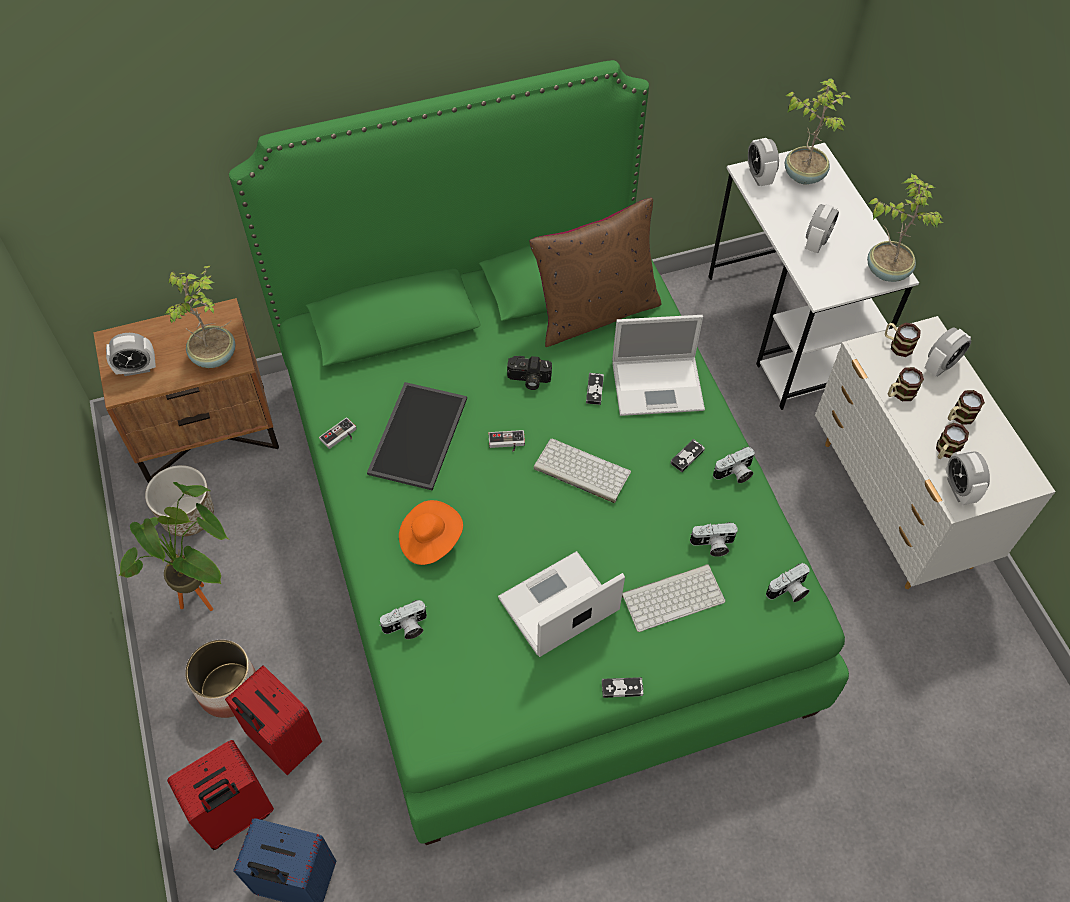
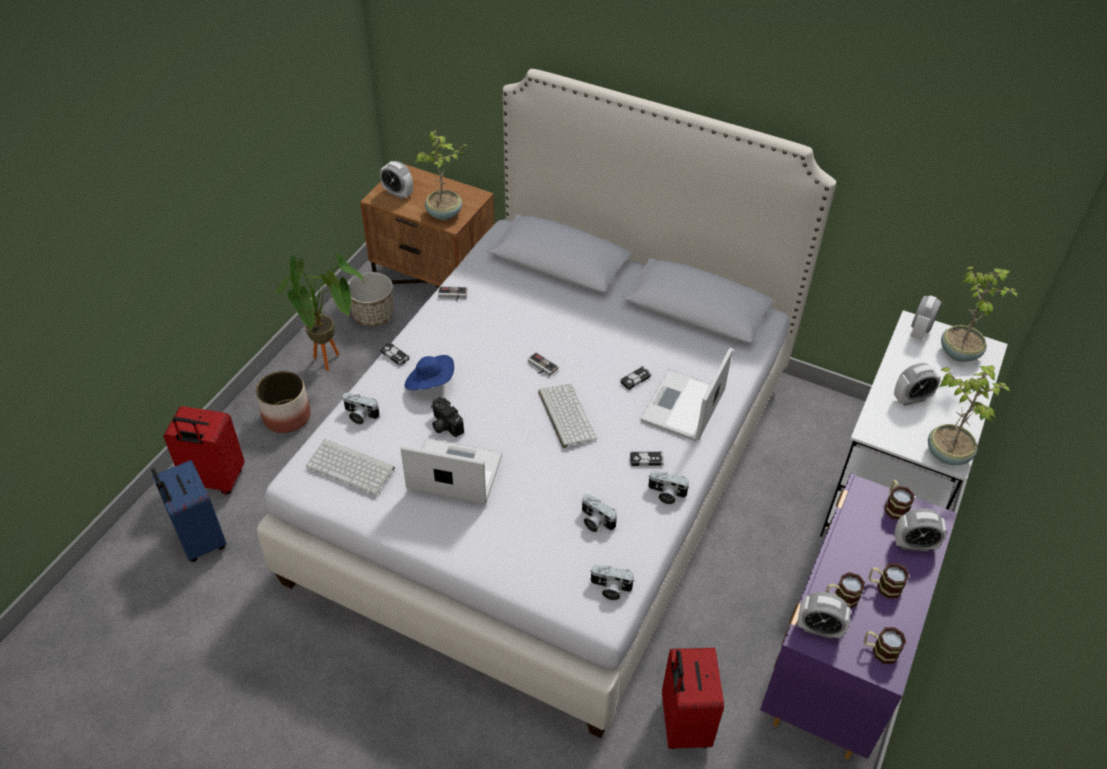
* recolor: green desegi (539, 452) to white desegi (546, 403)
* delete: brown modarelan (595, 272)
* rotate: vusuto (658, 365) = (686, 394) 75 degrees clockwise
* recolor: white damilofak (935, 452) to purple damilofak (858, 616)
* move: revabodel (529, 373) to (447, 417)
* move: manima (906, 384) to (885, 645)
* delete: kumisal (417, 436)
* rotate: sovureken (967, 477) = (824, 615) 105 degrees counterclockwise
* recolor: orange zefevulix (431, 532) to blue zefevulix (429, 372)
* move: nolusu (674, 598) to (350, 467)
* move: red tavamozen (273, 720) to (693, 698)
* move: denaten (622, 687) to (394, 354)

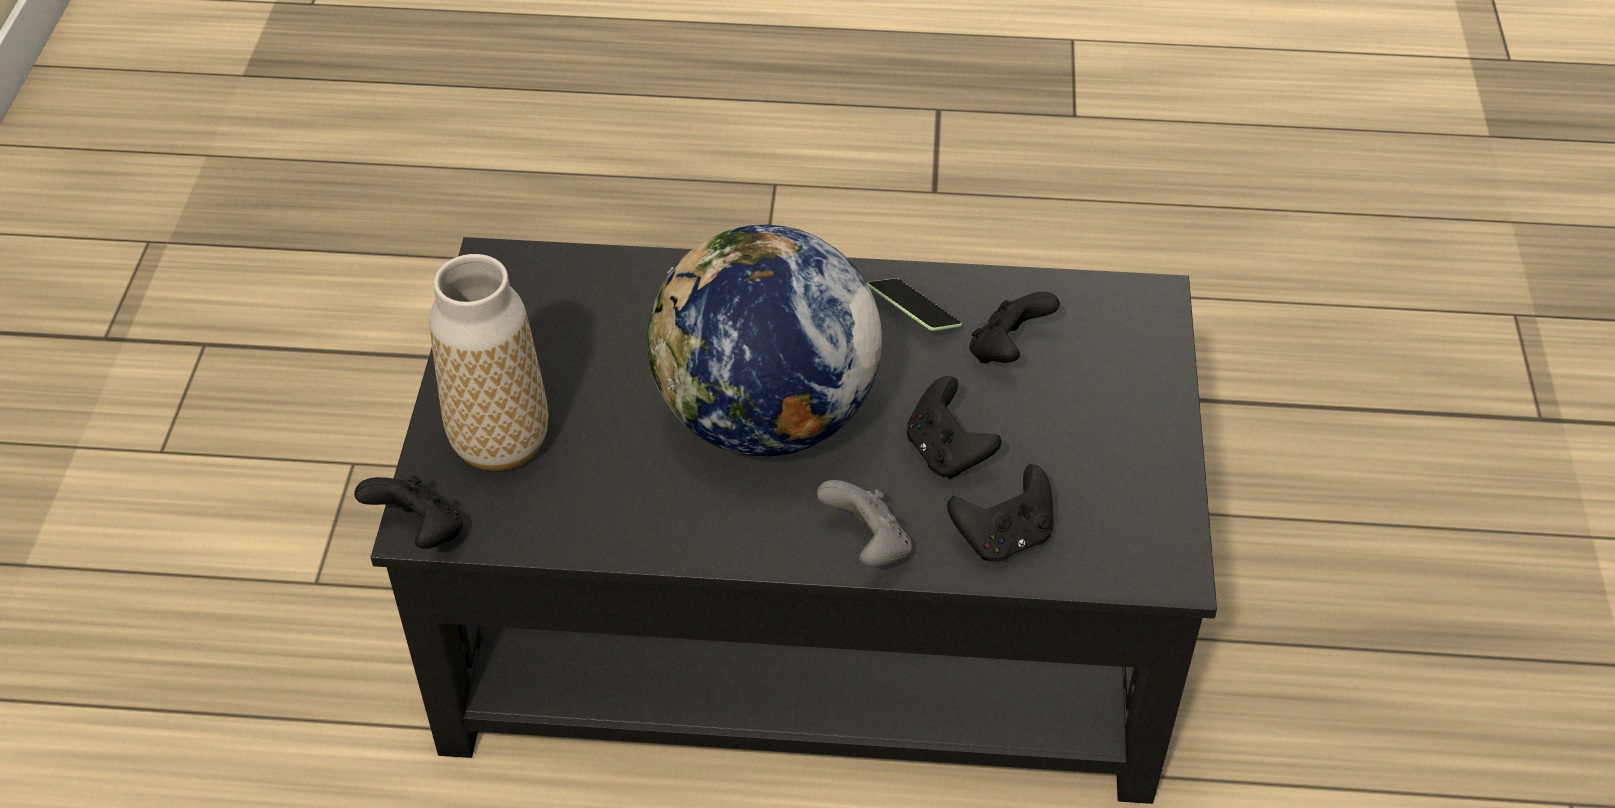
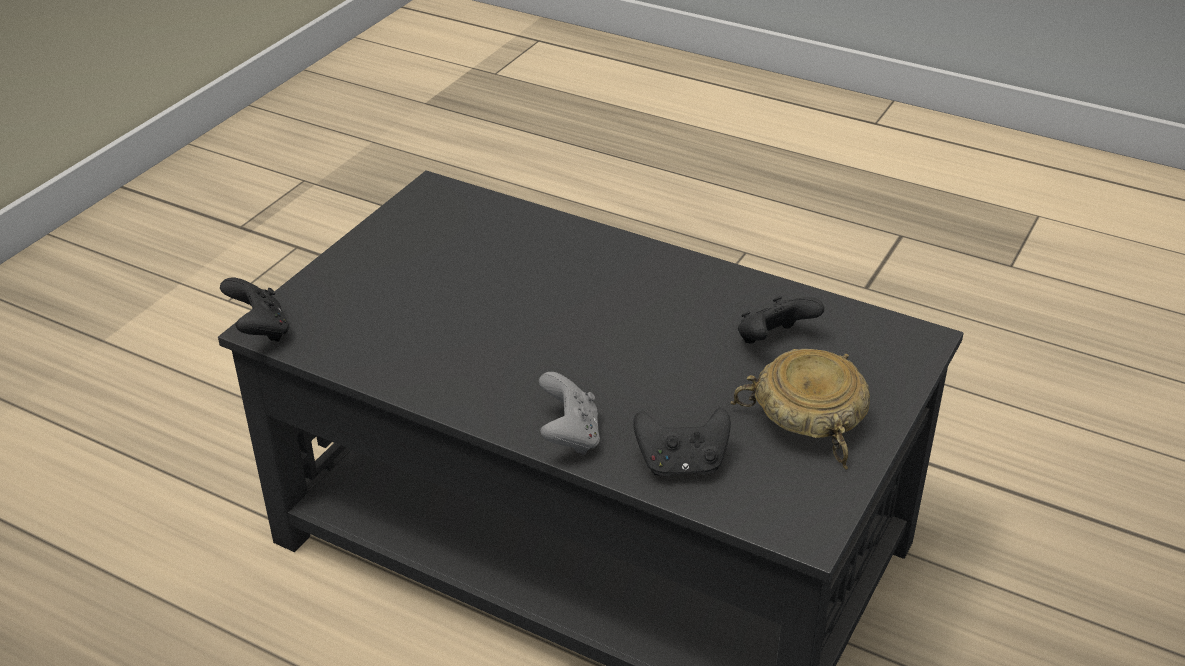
* delete: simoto (764, 340)
* delete: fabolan (488, 362)
* delete: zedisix (914, 304)
* delete: black denaten (954, 427)
* insert: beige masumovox (800, 409)

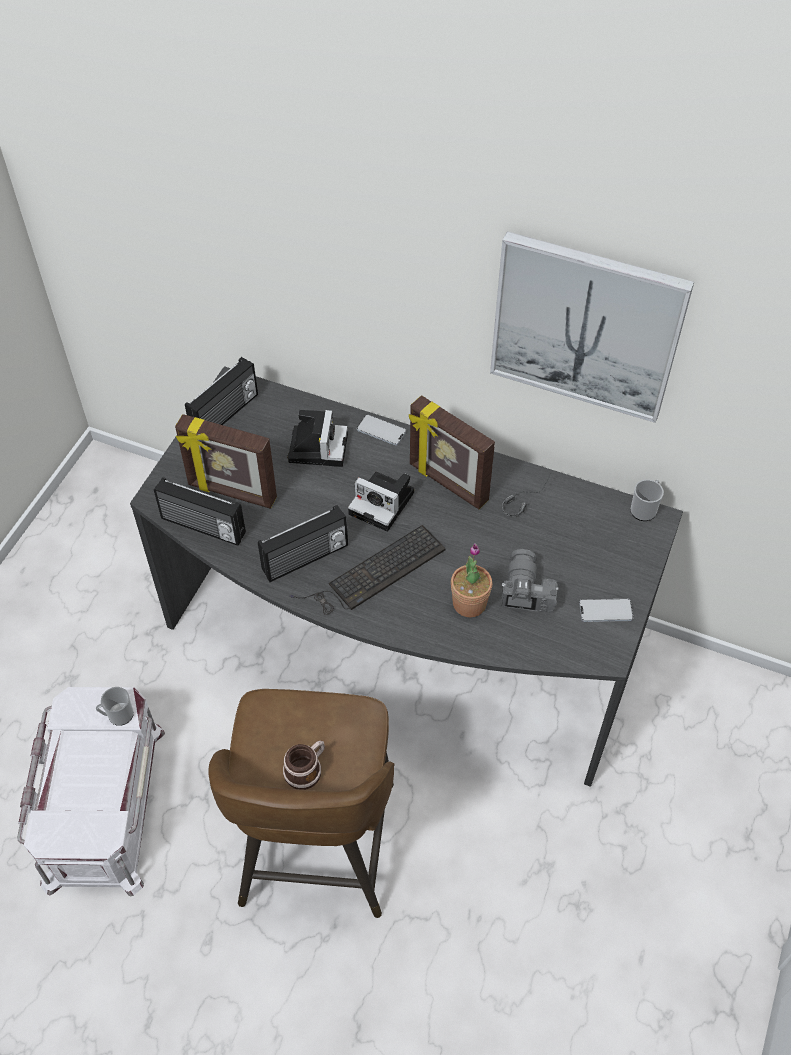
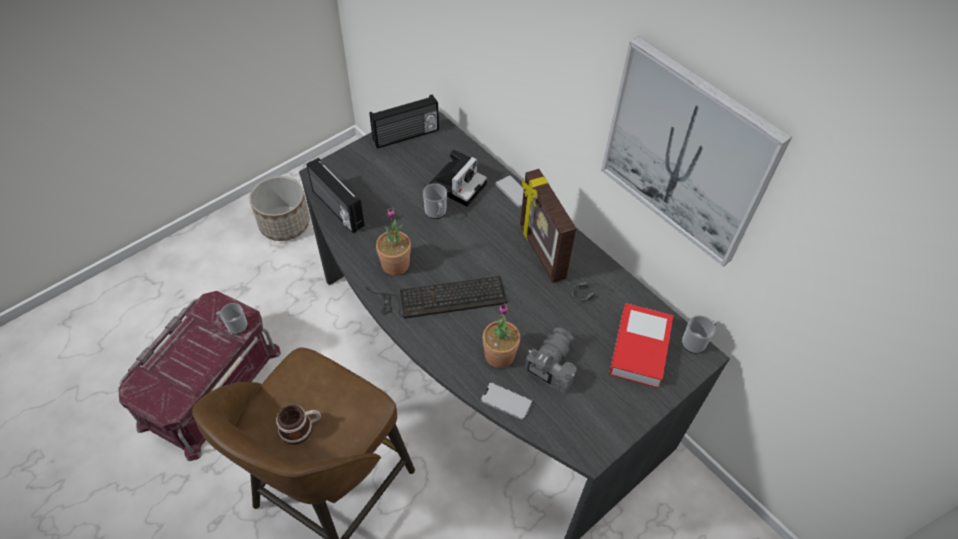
* delete: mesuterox (226, 461)
* delete: revabodel (381, 502)
* replace: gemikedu (303, 543) to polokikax (393, 241)
* move: zedisix (606, 610) to (507, 401)
* recolor: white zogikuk (91, 791) to red zogikuk (200, 376)
* insert: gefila (280, 208)
* insert: manima (435, 201)
* insert: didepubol (641, 346)

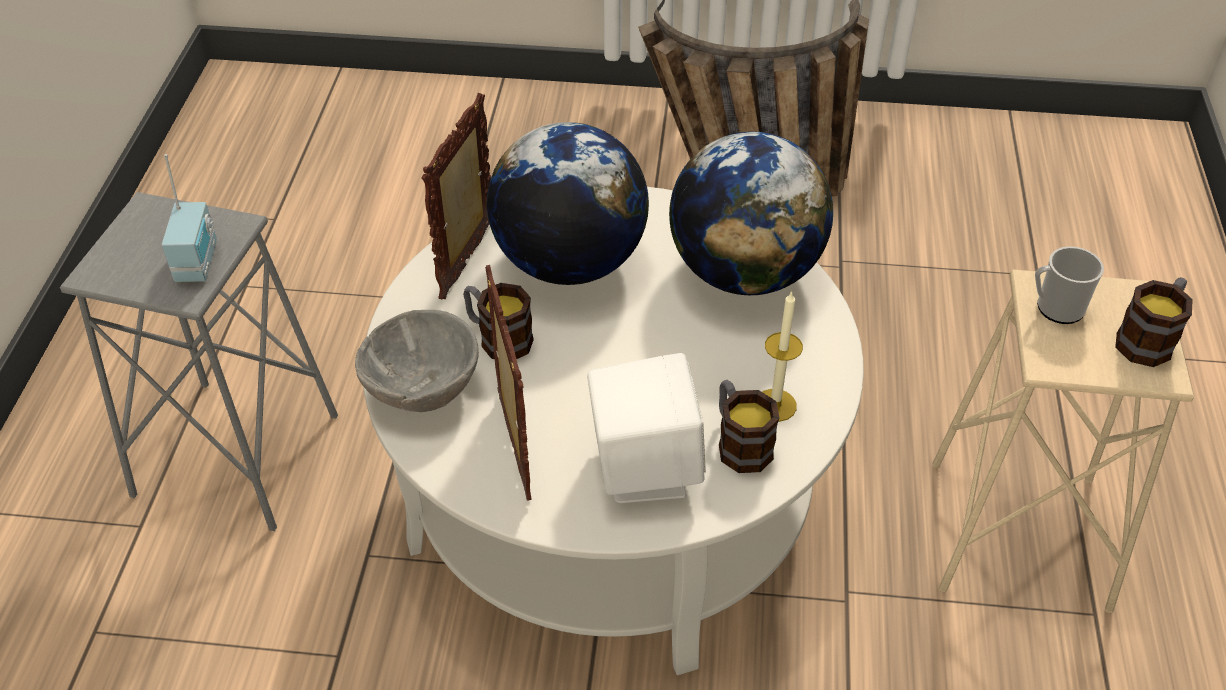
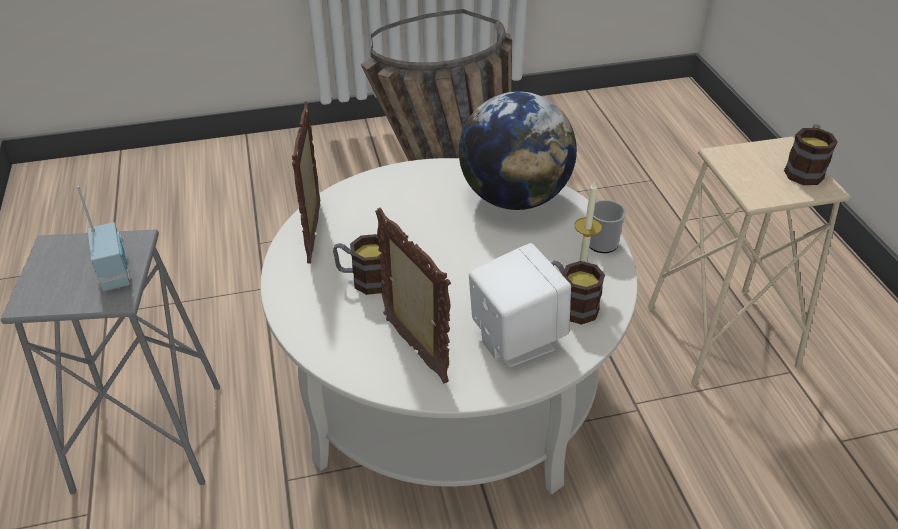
* delete: simoto (568, 203)
* move: manima (1069, 285) to (607, 226)
* delete: grey masumovox (417, 361)

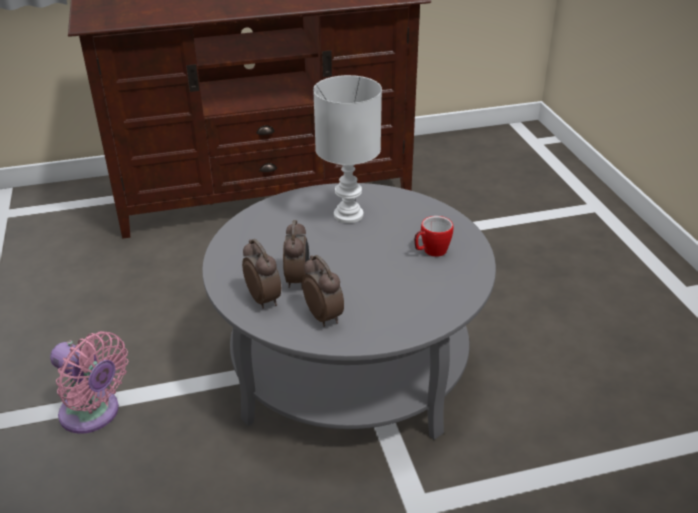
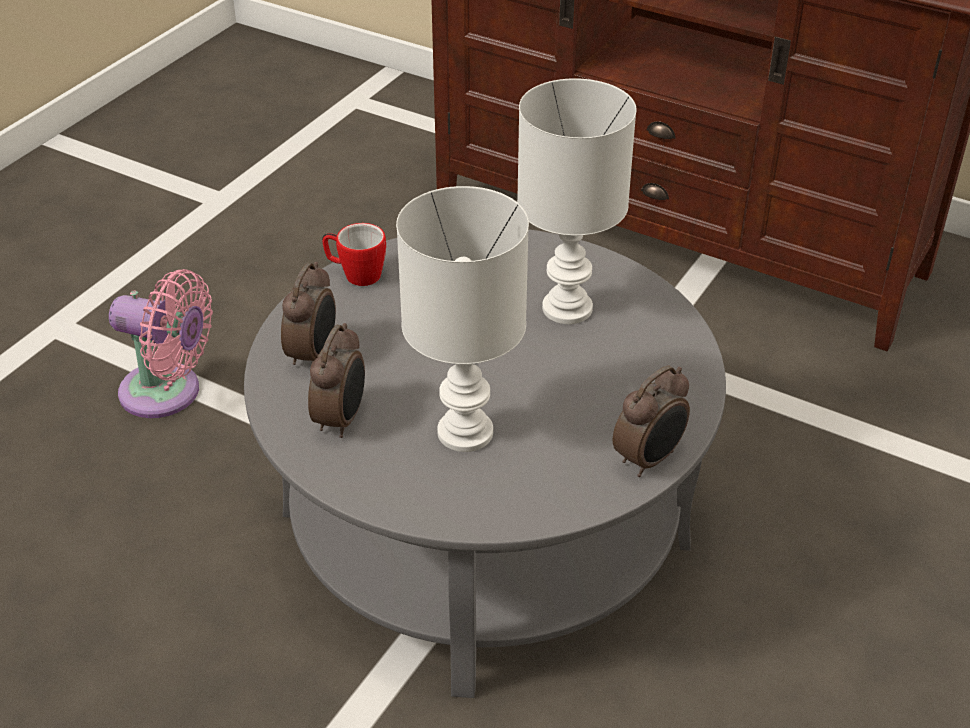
* move: manima (434, 236) to (354, 254)
* move: sovureken (296, 255) to (651, 421)
* rotate: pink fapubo (89, 382) = (161, 343) 60 degrees counterclockwise
* insert: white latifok (462, 319)

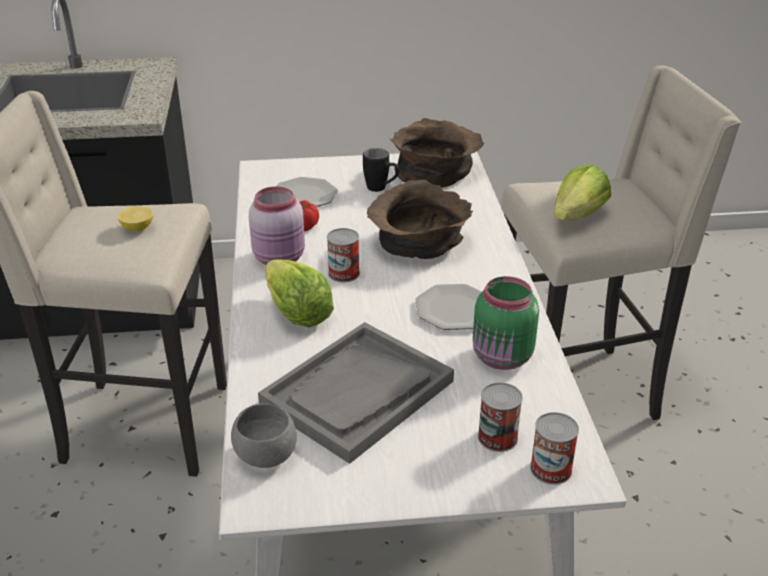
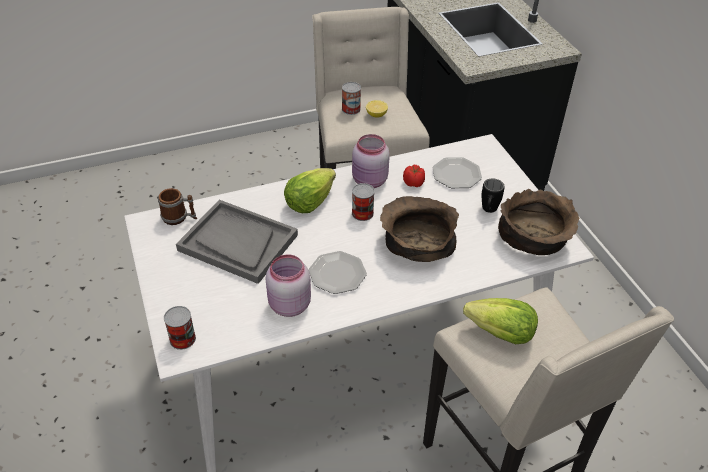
* recolor: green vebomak (506, 323) to pink vebomak (288, 285)
* move: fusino (500, 417) to (351, 98)
* replace: grey masumovox (263, 435) to manima (177, 206)

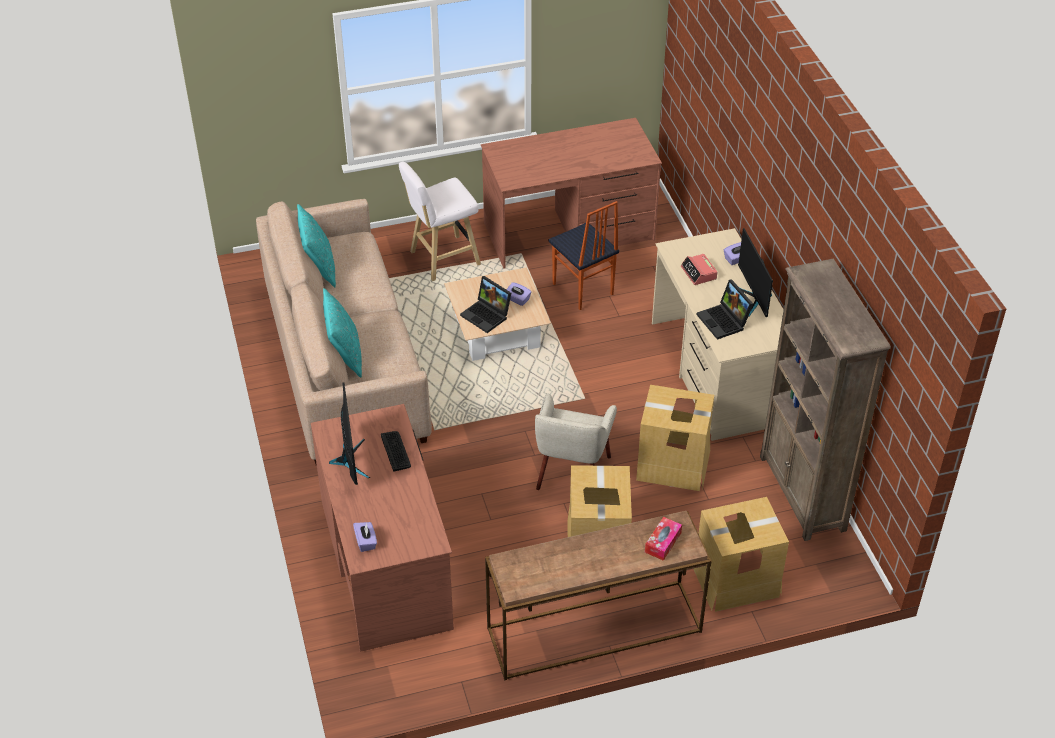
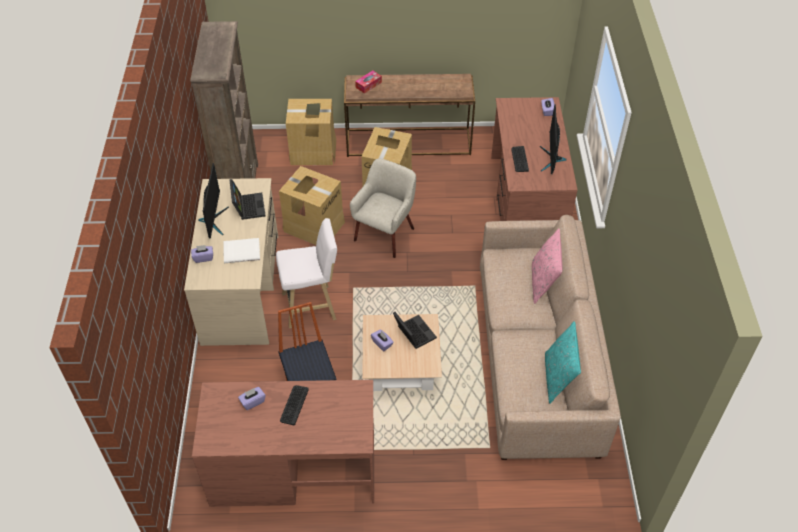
* move: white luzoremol (440, 221) to (306, 273)
* replace: sovureken (699, 269) to white didepubol (242, 250)
* recolor: turquoise modarelan (342, 333) to pink modarelan (547, 266)
* insert: nolusu (294, 405)
* insert: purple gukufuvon (251, 398)

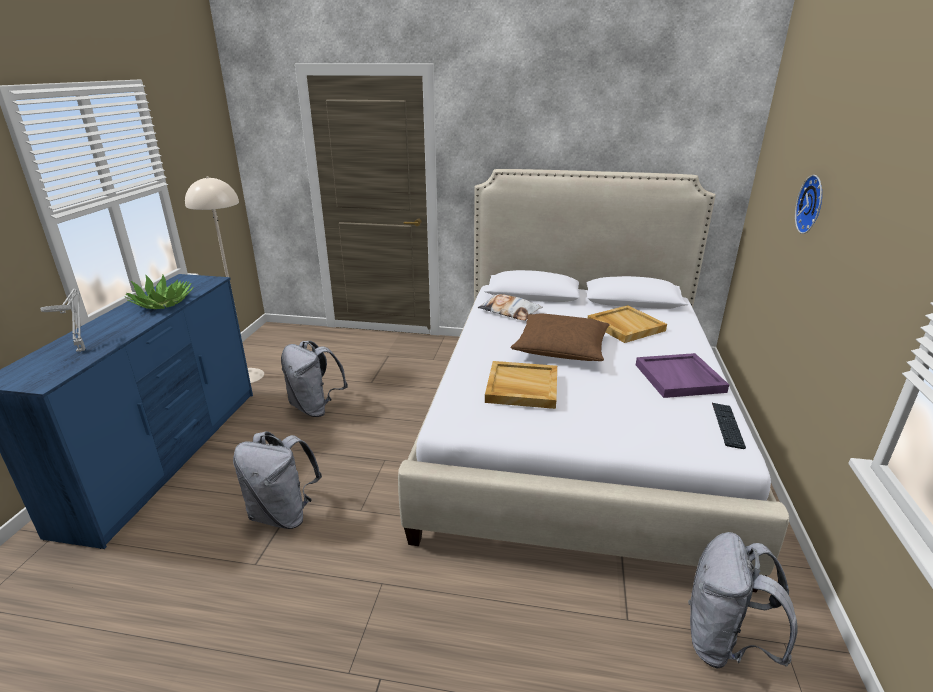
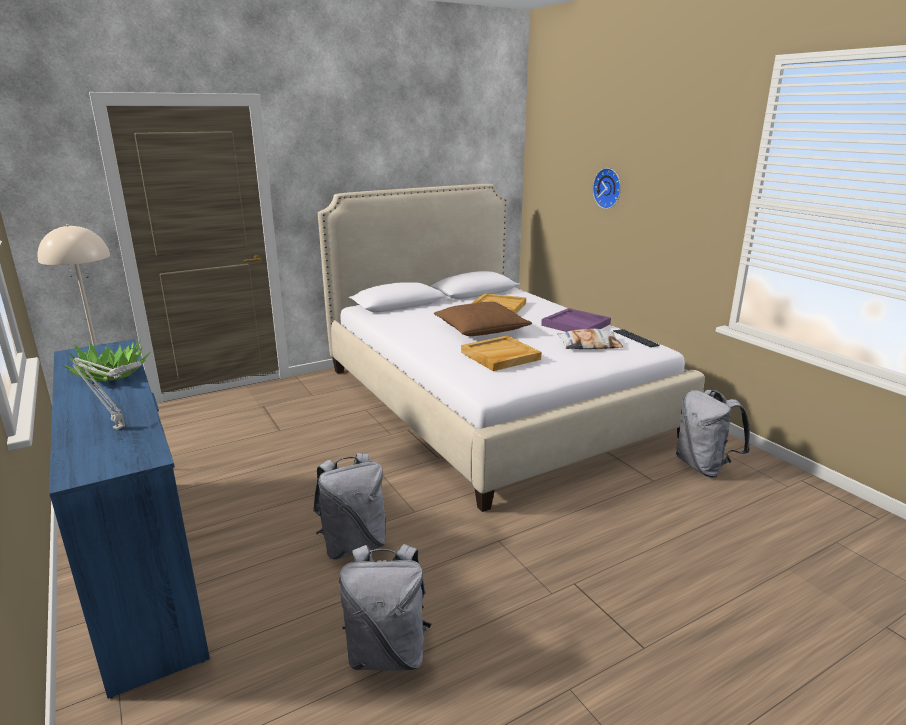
* move: modarelan (510, 307) to (590, 339)
* move: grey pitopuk (314, 379) to (385, 607)

